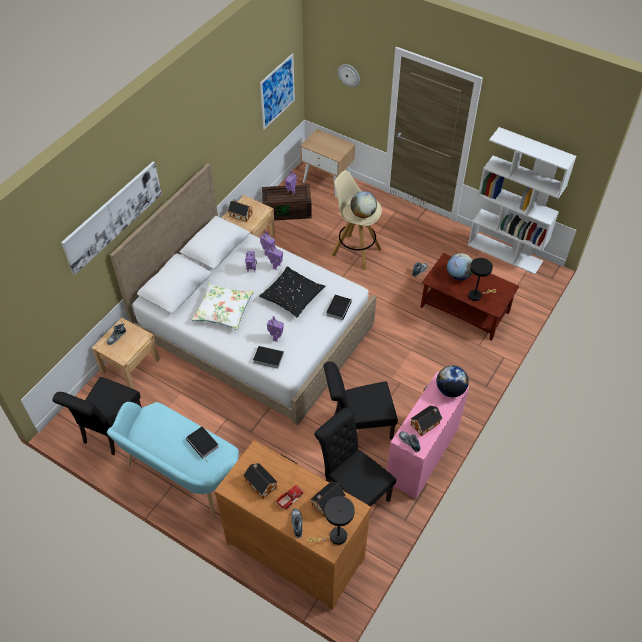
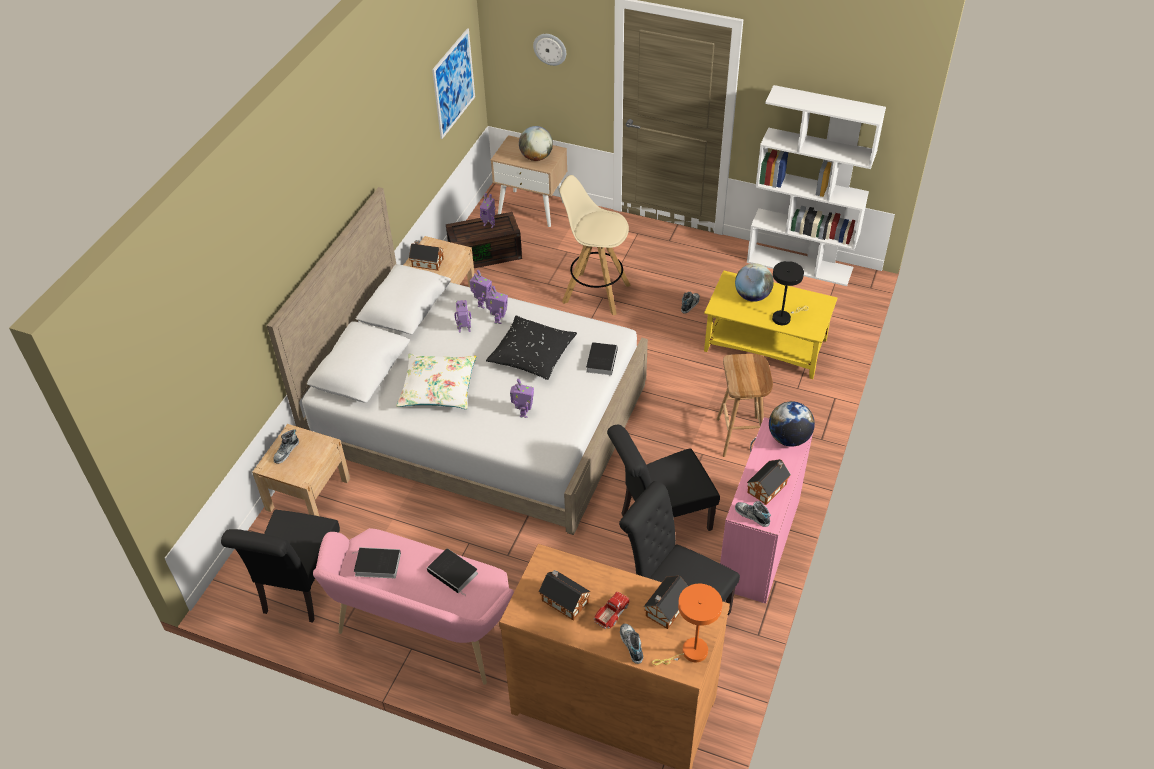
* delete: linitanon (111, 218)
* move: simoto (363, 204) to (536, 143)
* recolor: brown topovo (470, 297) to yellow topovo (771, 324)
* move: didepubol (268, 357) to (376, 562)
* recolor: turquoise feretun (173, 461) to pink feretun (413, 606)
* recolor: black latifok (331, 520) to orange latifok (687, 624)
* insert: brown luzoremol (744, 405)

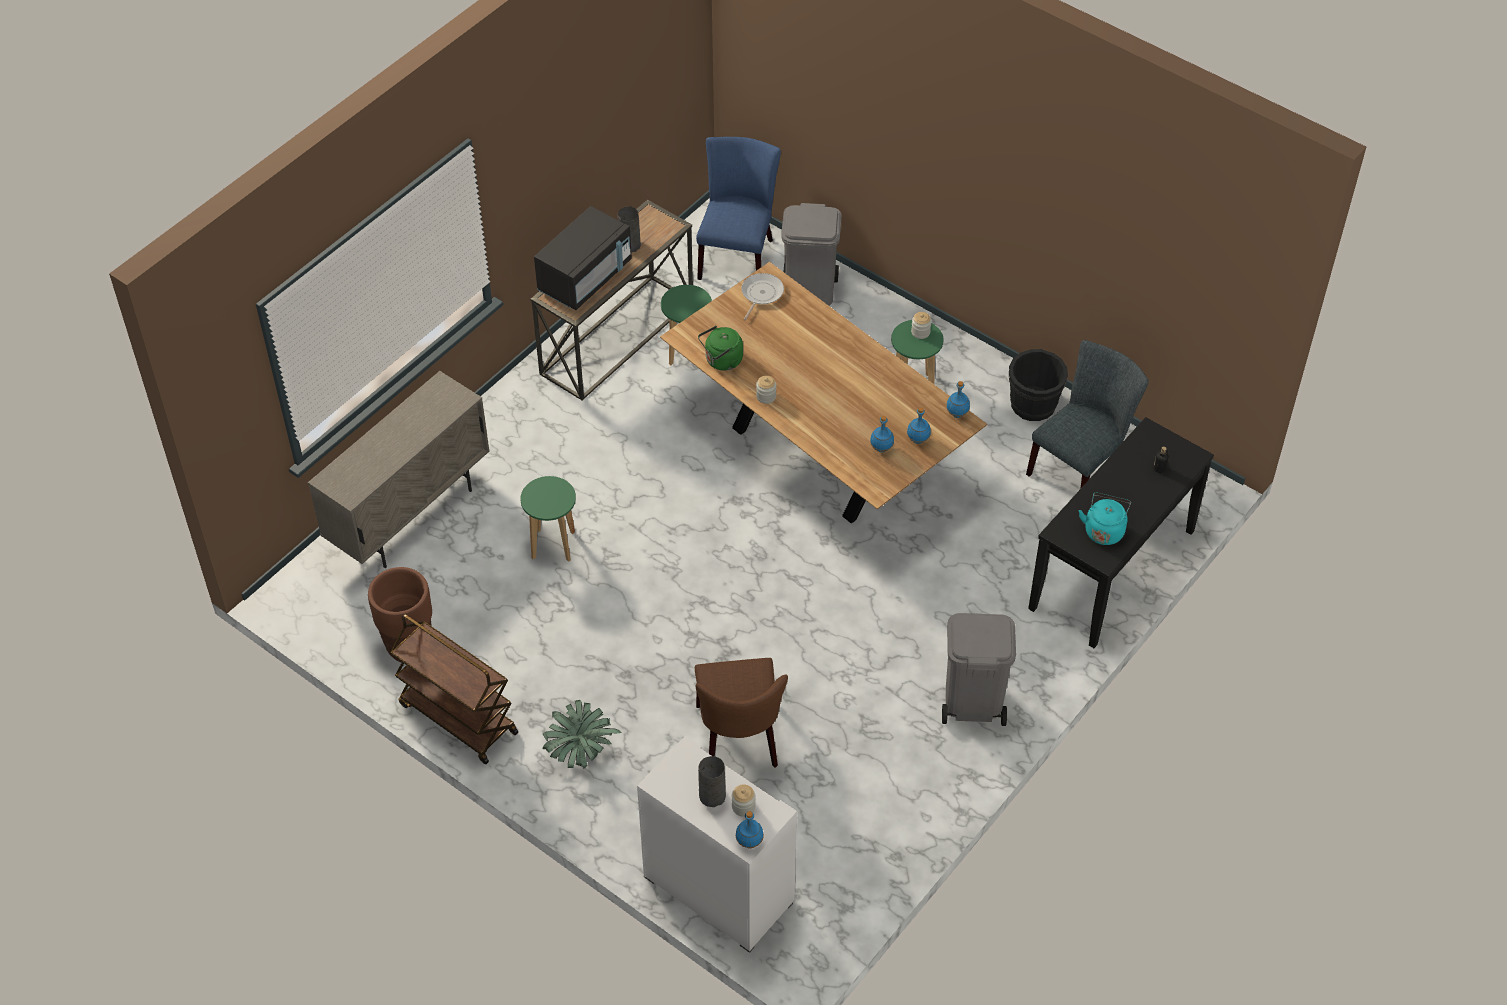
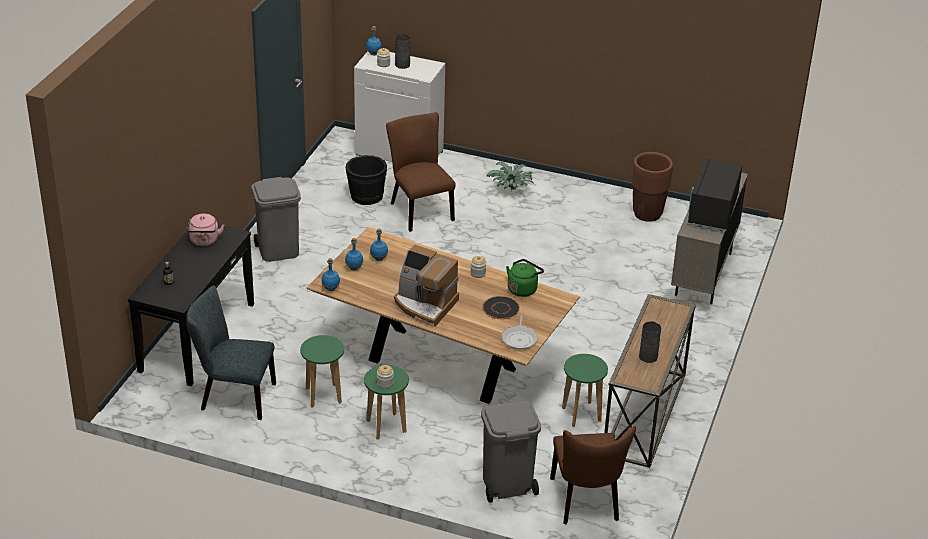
* recolor: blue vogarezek (738, 208) to brown vogarezek (593, 475)
* move: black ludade (583, 258) to (715, 194)
* rotate: grey vogarezek (1087, 414) = (231, 353) 75 degrees clockwise
* move: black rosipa (1038, 385) to (366, 180)
* move: green luzoremol (548, 519) to (322, 371)
* recolor: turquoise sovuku (1105, 519) to pink sovuku (205, 230)
* delete: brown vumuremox (454, 689)
* insert: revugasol (426, 286)
* insert: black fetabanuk (501, 307)

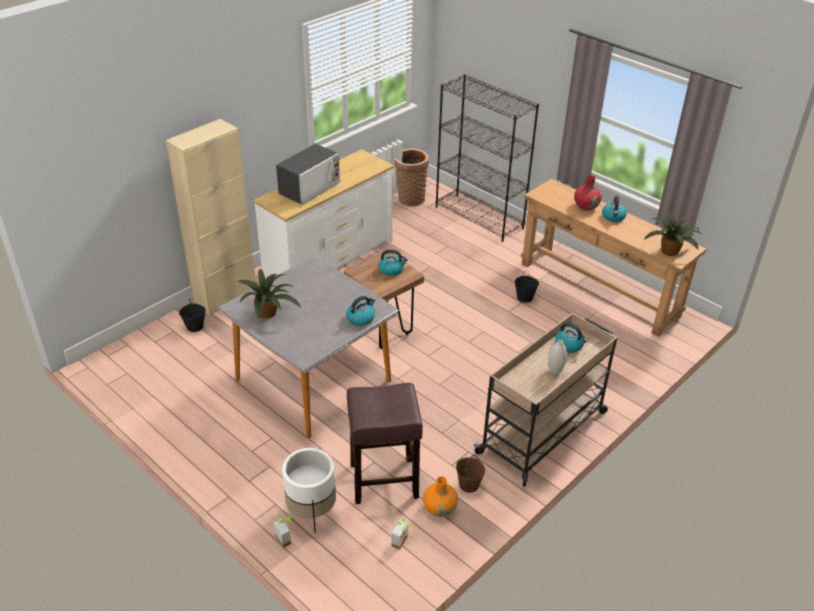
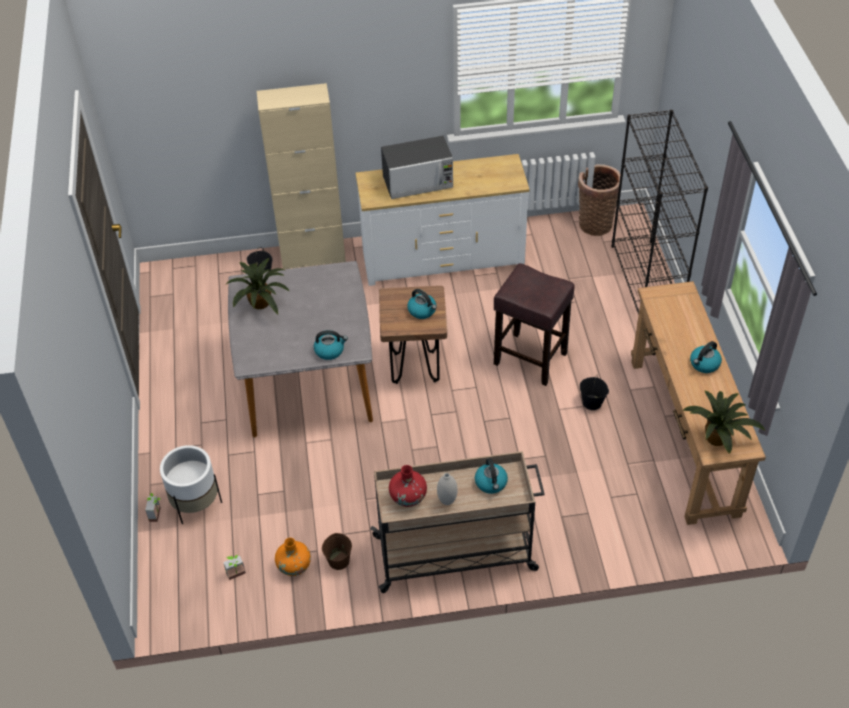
* move: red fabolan (588, 193) to (408, 486)
* move: brown luzoremol (385, 443) to (534, 324)

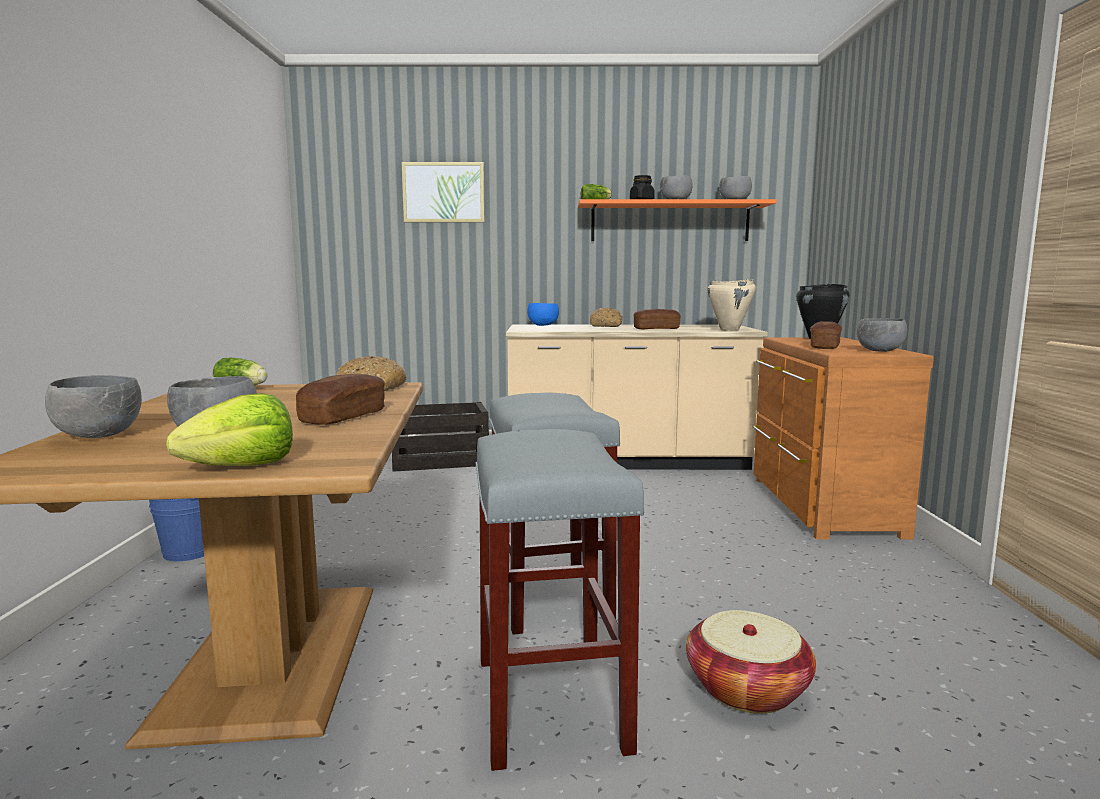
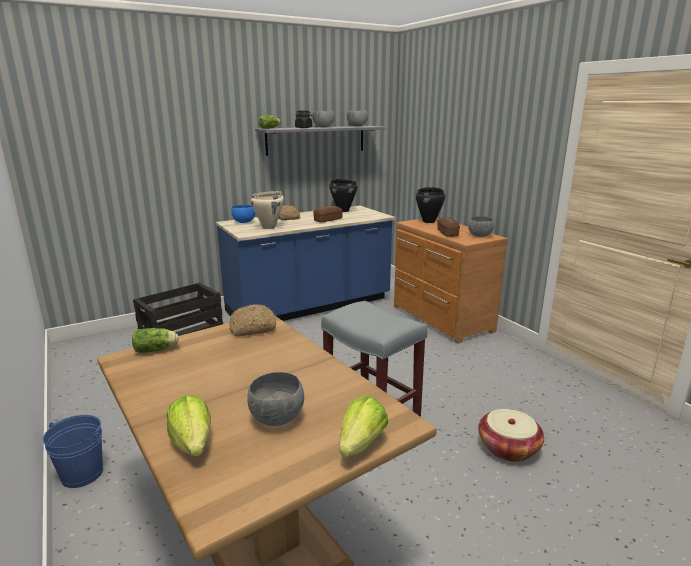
* delete: linitanon (443, 192)
* recolor: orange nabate (677, 220) to grey nabate (320, 141)
* move: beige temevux (732, 305) to (267, 210)
* recolor: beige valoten (637, 397) to blue valoten (305, 263)
* delete: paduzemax (340, 399)
* replace: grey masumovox (93, 406) to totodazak (189, 426)
* delete: grey luzoremol (560, 600)
* insert: black temevux (343, 195)

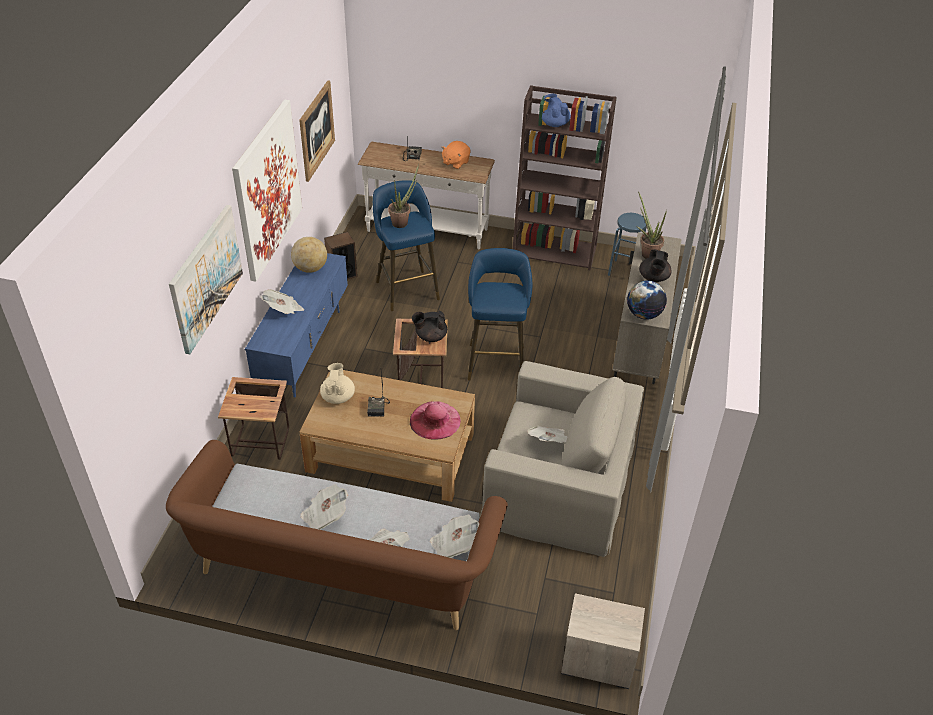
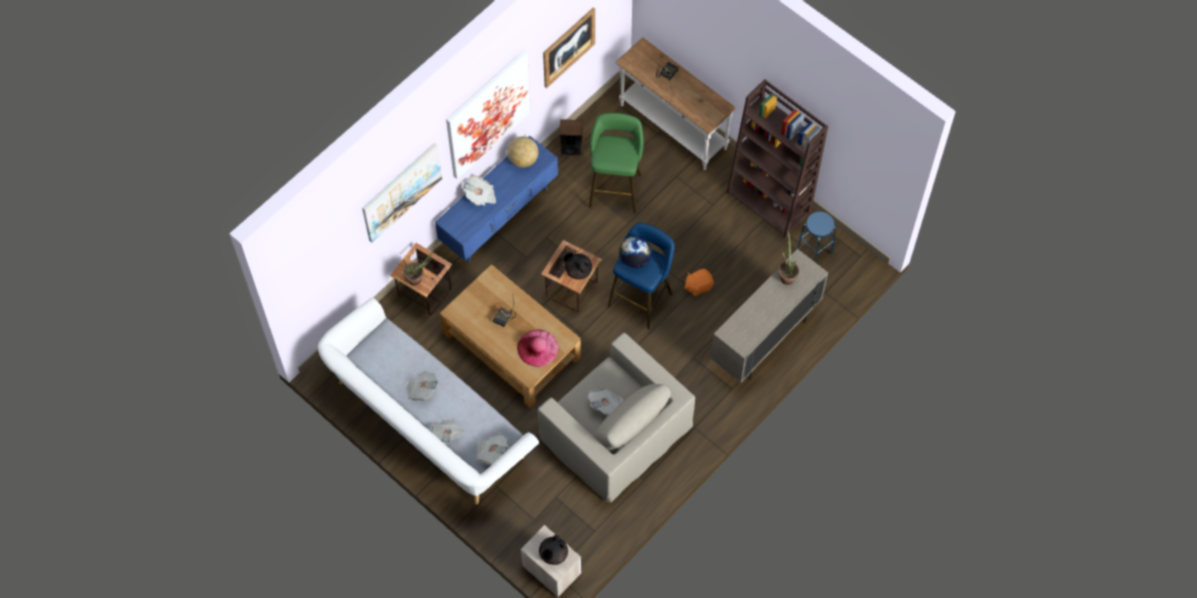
* delete: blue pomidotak (556, 110)
* move: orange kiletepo (456, 155) to (699, 282)
* move: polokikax (403, 196) to (419, 267)
* recolor: blue luzoremol (406, 245) to green luzoremol (616, 163)
* move: black pomidotak (655, 265) to (553, 550)
* move: simoto (647, 300) to (635, 252)
* delete: beige pomidotak (337, 383)
* recolor: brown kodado (337, 535) to white kodado (428, 401)

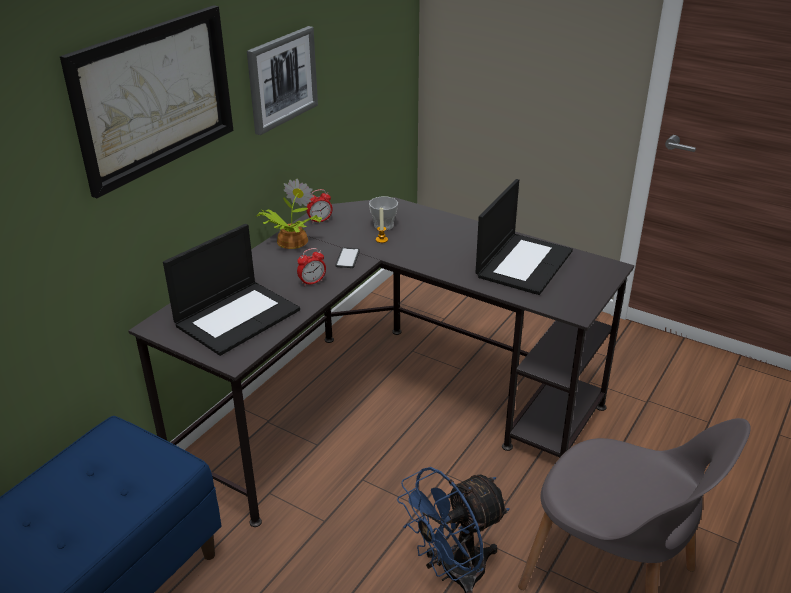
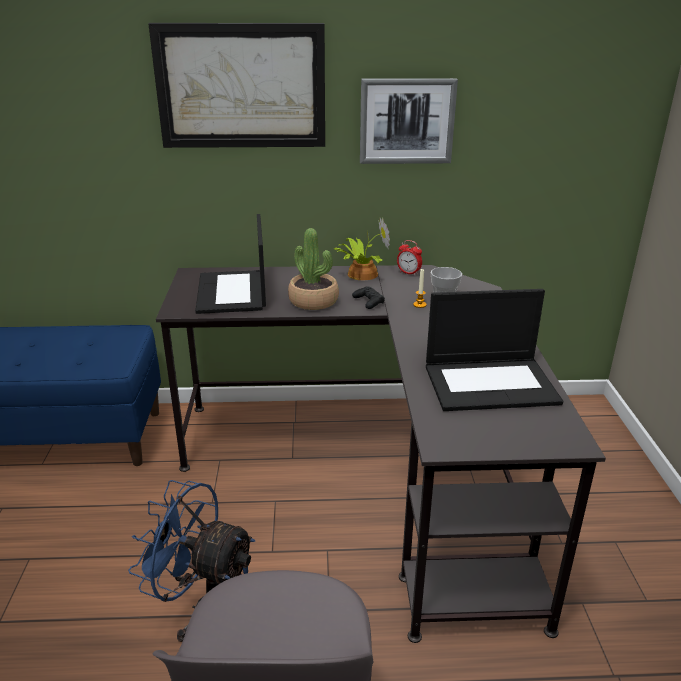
* rotate: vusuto (231, 290) = (230, 264) 75 degrees clockwise
* replace: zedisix (347, 257) to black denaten (368, 297)
* replace: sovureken (311, 267) to polokikax (313, 269)

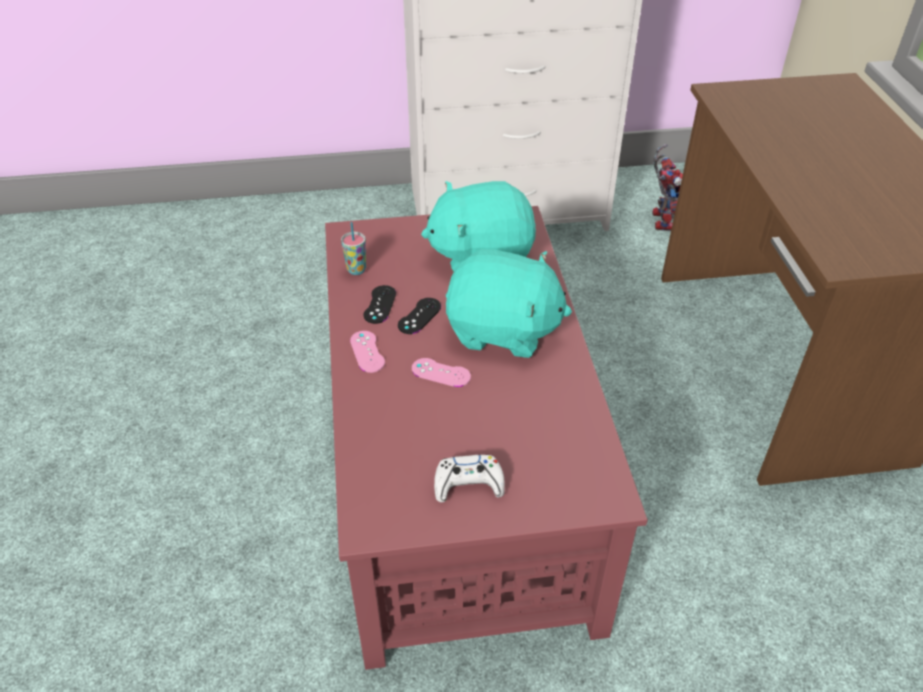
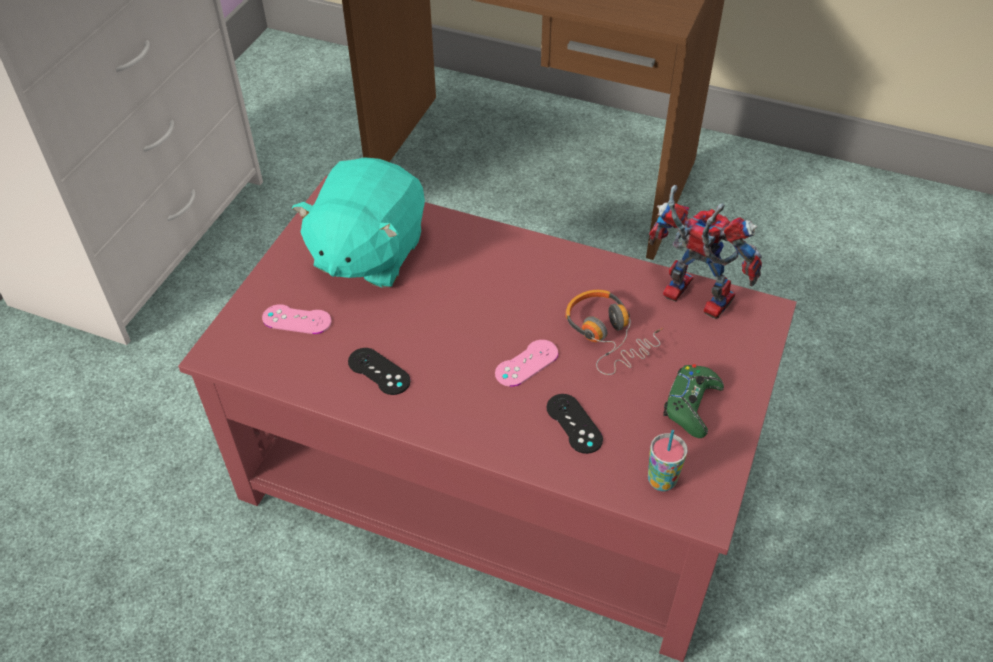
* move: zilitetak (667, 187) to (705, 252)
* move: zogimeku (353, 248) to (668, 460)
* delete: turquoise kiletepo (509, 303)
* move: black denaten (419, 316) to (575, 424)
* move: pink denaten (367, 352) to (297, 319)
* recolor: white denaten (469, 478) to green denaten (693, 401)
* insert: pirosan (614, 332)

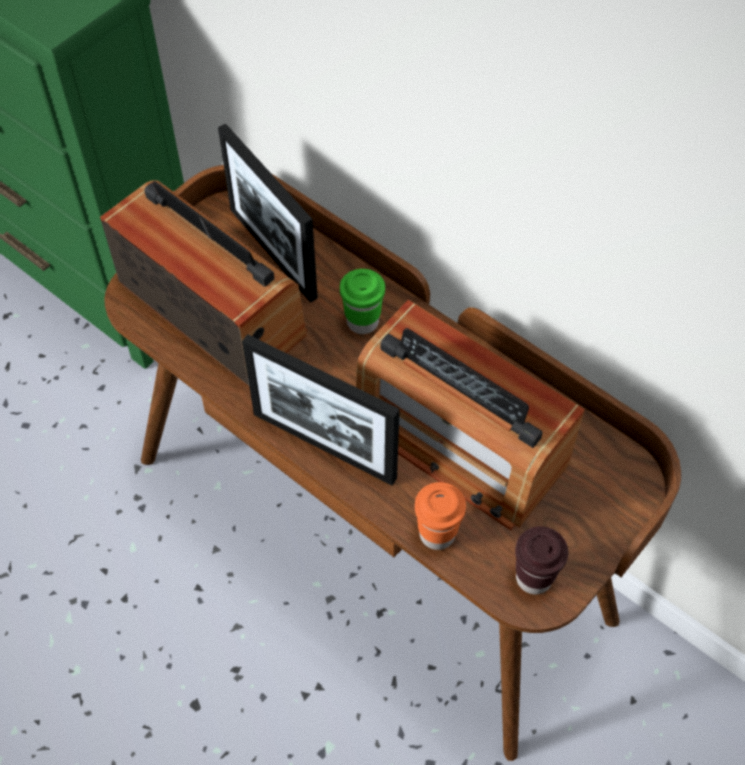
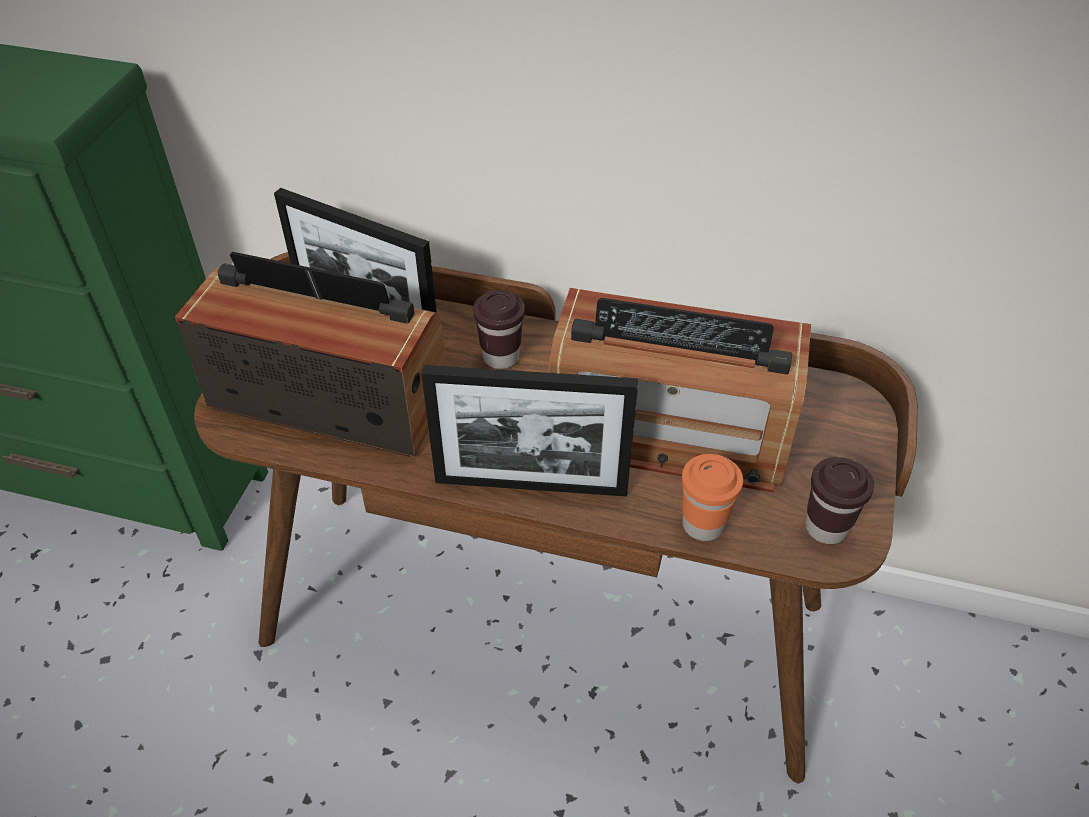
* recolor: green zogimeku (362, 301) to brown zogimeku (499, 329)

